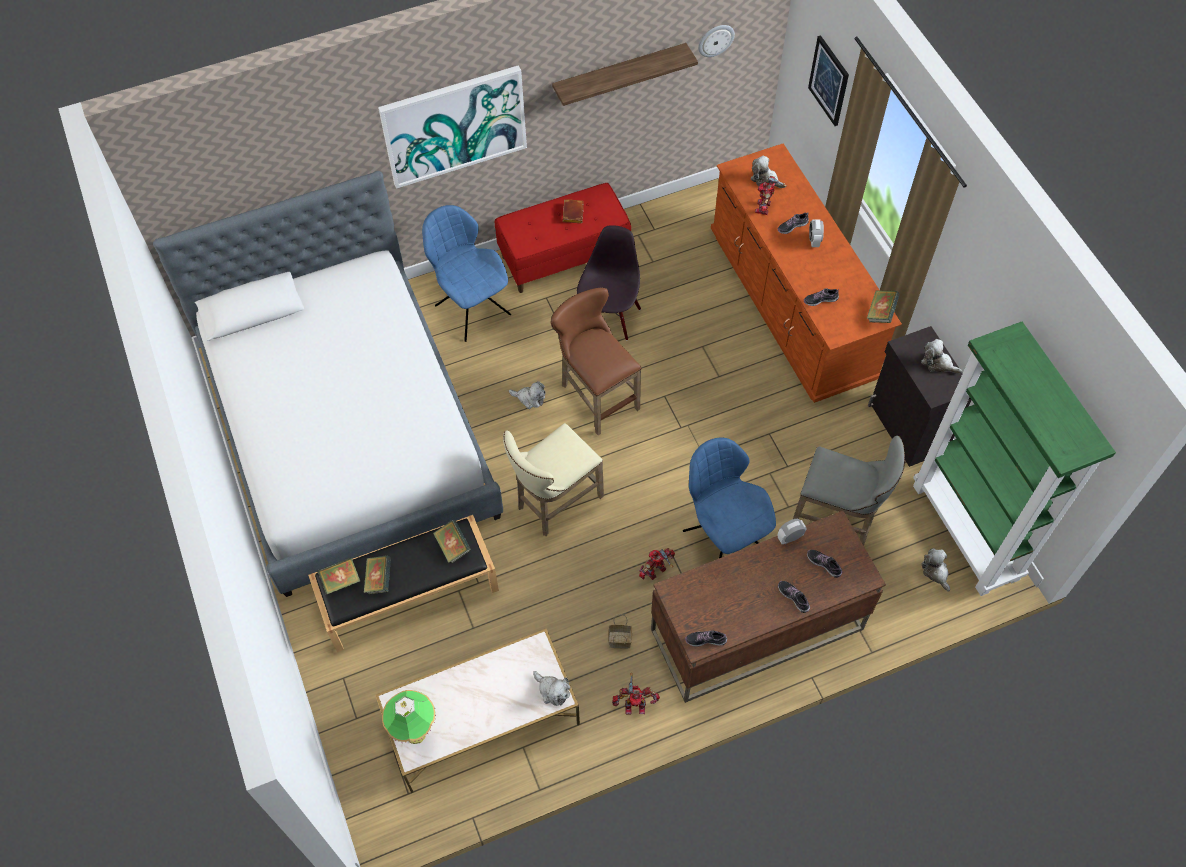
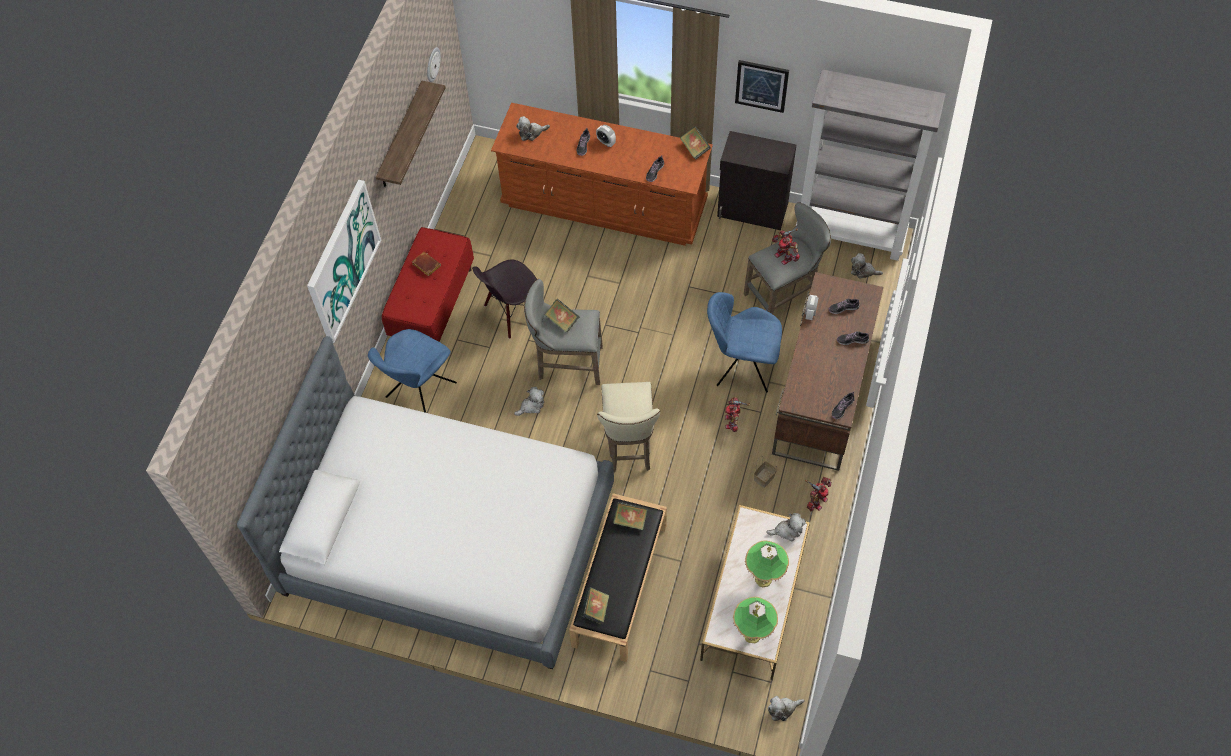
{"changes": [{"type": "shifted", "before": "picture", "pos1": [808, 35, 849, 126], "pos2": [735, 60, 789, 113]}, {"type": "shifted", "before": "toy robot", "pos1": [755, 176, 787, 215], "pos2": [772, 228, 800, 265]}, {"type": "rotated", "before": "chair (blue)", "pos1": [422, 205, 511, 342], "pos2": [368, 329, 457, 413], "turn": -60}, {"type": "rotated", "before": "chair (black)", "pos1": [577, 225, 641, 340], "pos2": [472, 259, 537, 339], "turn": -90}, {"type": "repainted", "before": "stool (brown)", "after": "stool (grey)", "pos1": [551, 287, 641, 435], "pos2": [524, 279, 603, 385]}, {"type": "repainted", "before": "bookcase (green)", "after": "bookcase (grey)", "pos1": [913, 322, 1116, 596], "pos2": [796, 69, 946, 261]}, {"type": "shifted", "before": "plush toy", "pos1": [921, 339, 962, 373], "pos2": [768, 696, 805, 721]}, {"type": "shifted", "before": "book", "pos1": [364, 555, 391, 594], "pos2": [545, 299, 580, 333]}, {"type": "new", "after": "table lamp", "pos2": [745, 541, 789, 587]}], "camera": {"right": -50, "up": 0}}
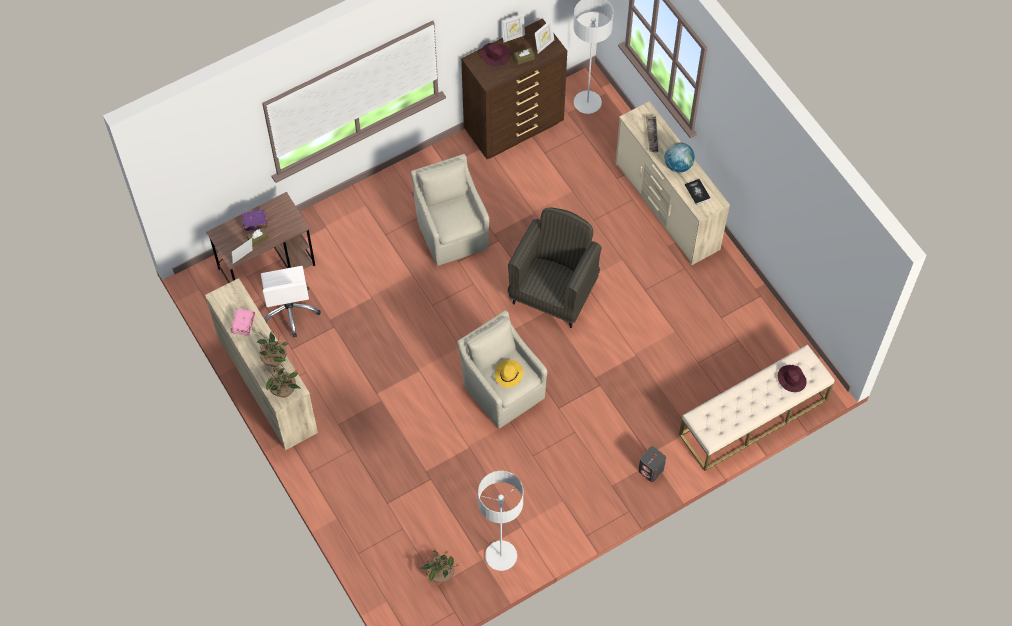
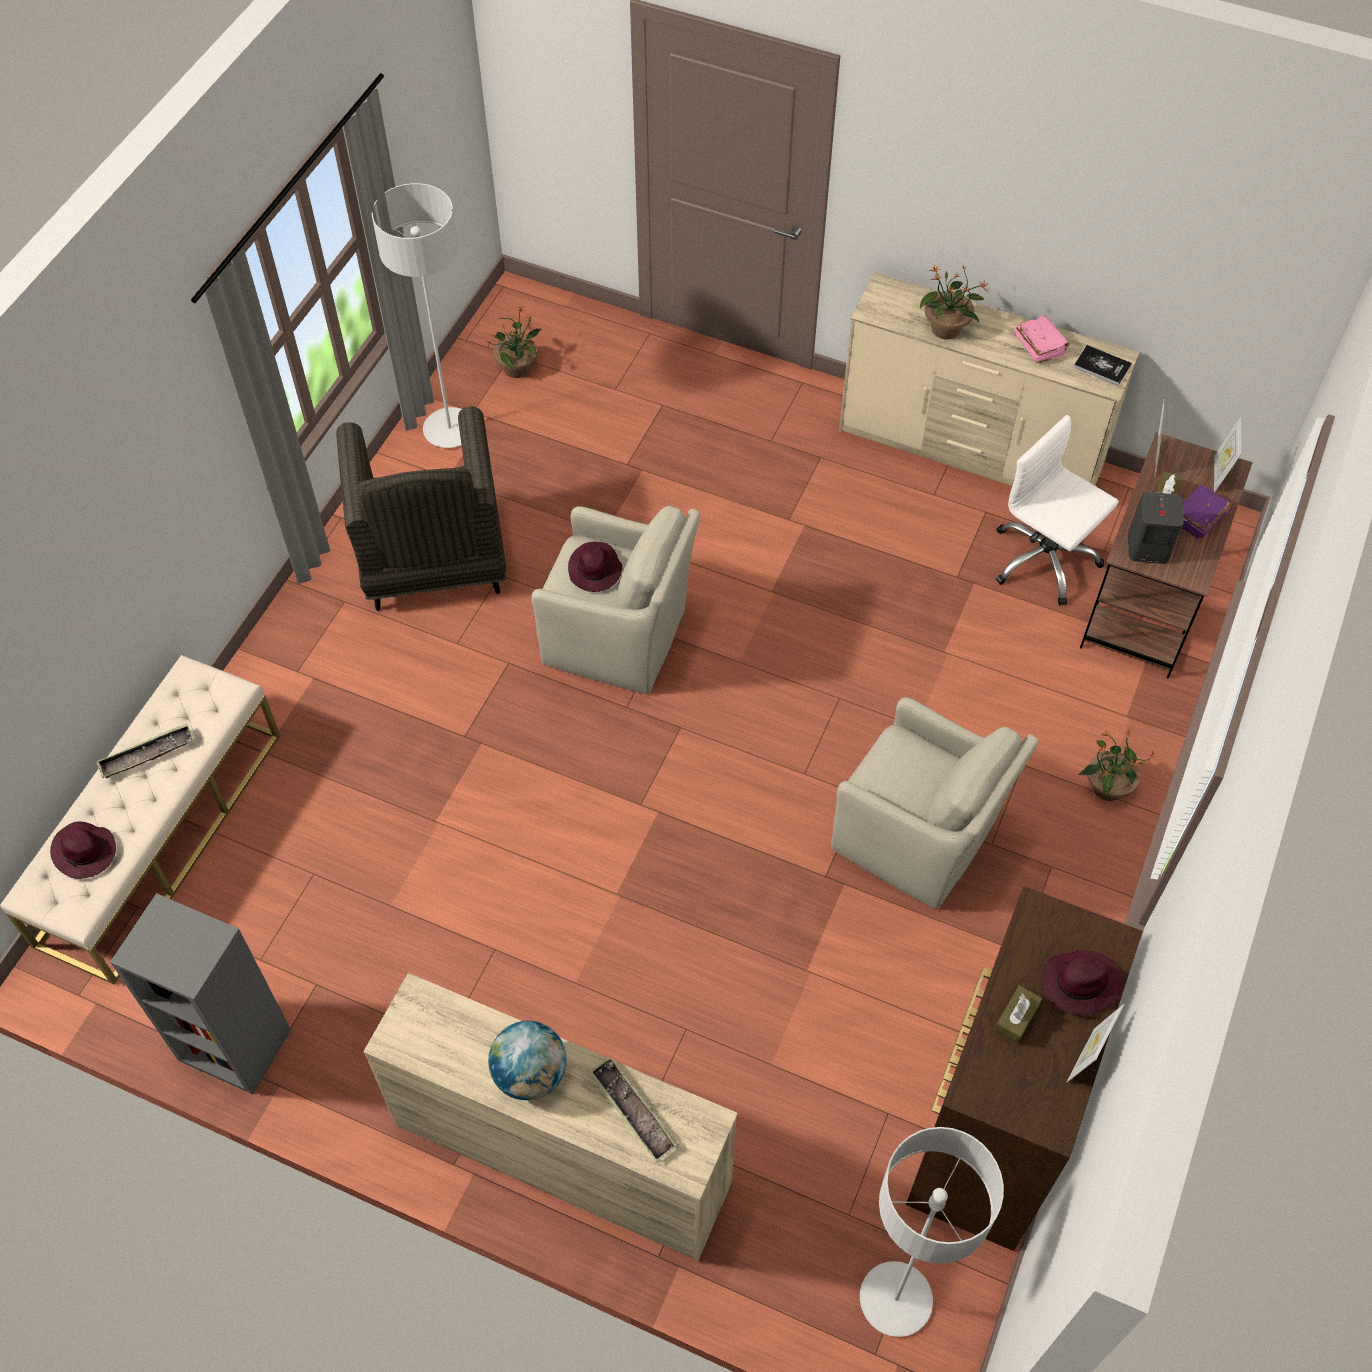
{"changes": [{"type": "shifted", "before": "picture frame", "pos1": [535, 19, 554, 53], "pos2": [1214, 417, 1241, 492]}, {"type": "shifted", "before": "book", "pos1": [685, 179, 711, 205], "pos2": [1074, 345, 1132, 386]}, {"type": "shifted", "before": "armchair (grey)", "pos1": [508, 208, 601, 328], "pos2": [336, 406, 506, 611]}, {"type": "repainted", "before": "hat (yellow)", "after": "hat (purple)", "pos1": [495, 360, 524, 388], "pos2": [568, 542, 622, 592]}, {"type": "shifted", "before": "potted plant", "pos1": [264, 364, 301, 398], "pos2": [1078, 729, 1156, 801]}, {"type": "shifted", "before": "speaker (grey)", "pos1": [638, 446, 666, 482], "pos2": [1128, 492, 1184, 564]}, {"type": "new", "after": "tray", "pos2": [96, 723, 194, 778]}, {"type": "new", "after": "bookcase (grey)", "pos2": [110, 893, 291, 1094]}], "camera": {"right": 145, "up": -5}}
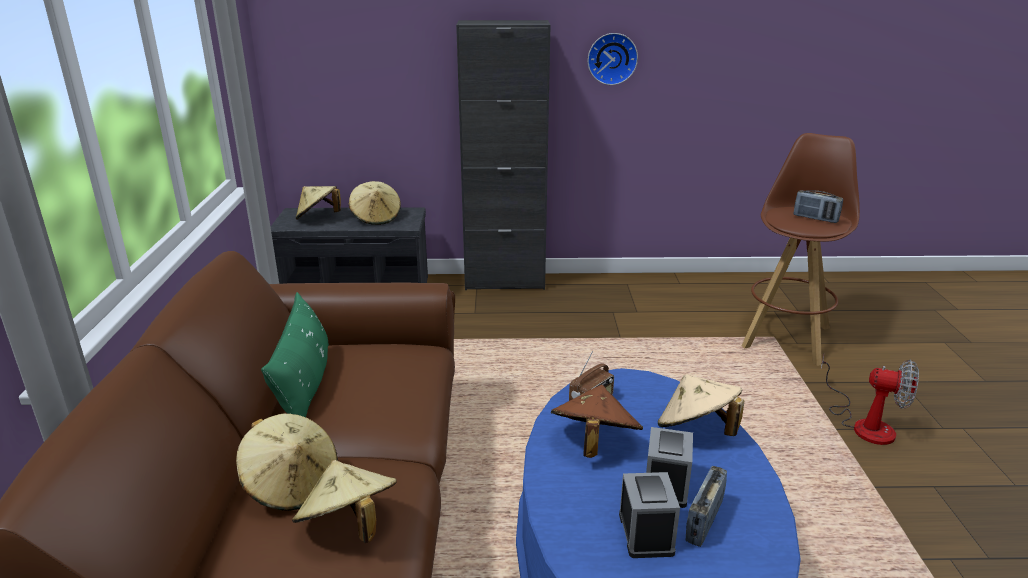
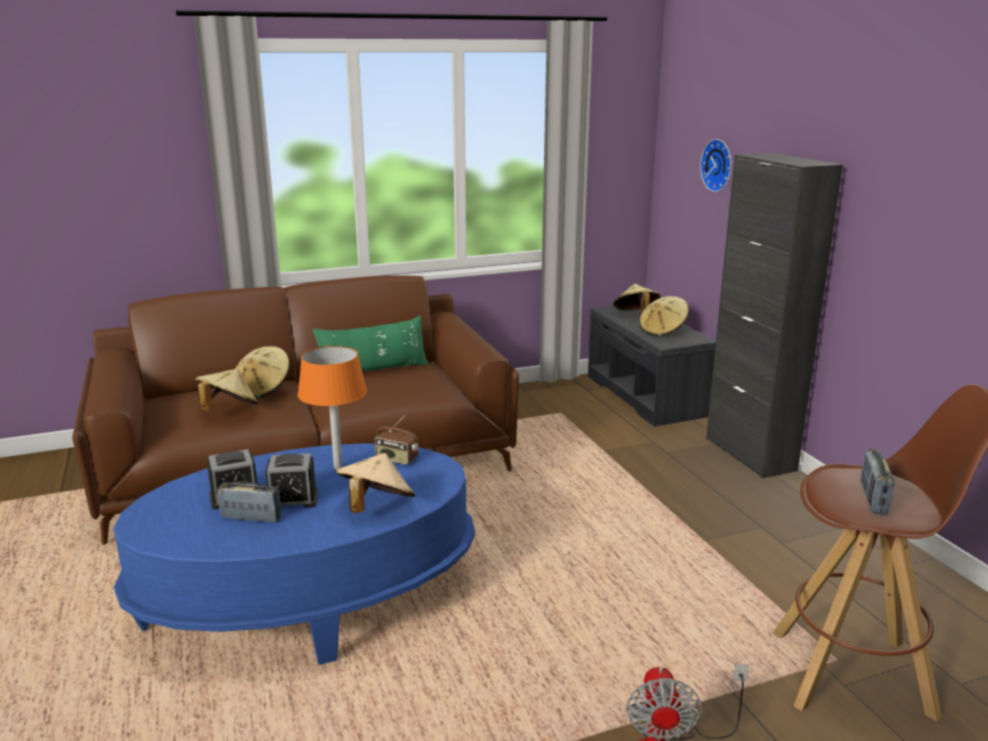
{"changes": [{"type": "shifted", "before": "wall clock", "pos1": [588, 33, 638, 85], "pos2": [700, 139, 731, 192]}, {"type": "swapped", "before": "hat (brown)", "after": "table lamp (orange)", "pos1": [551, 385, 643, 458], "pos2": [298, 346, 367, 469]}], "camera": {"right": 70, "up": -5}}
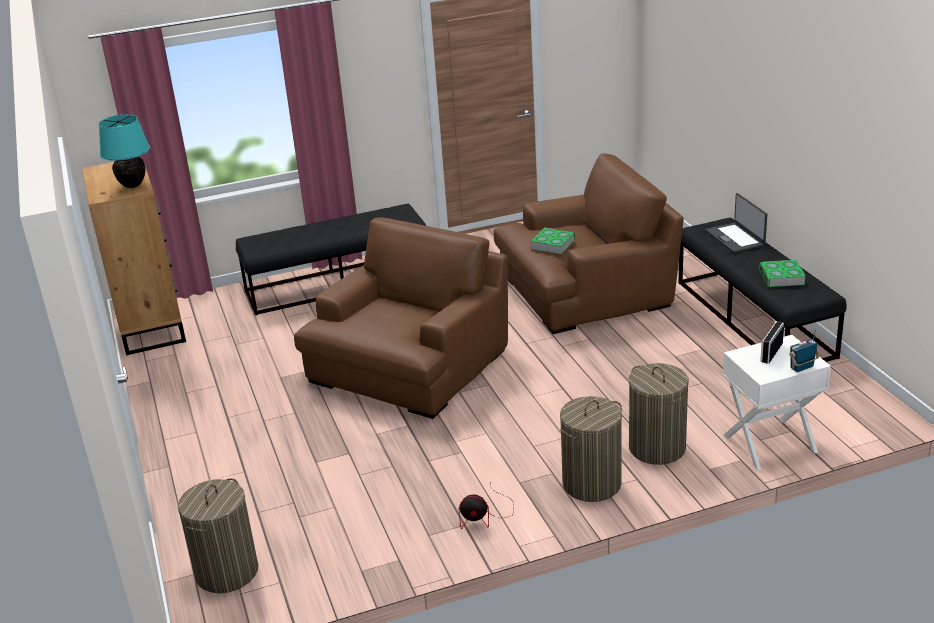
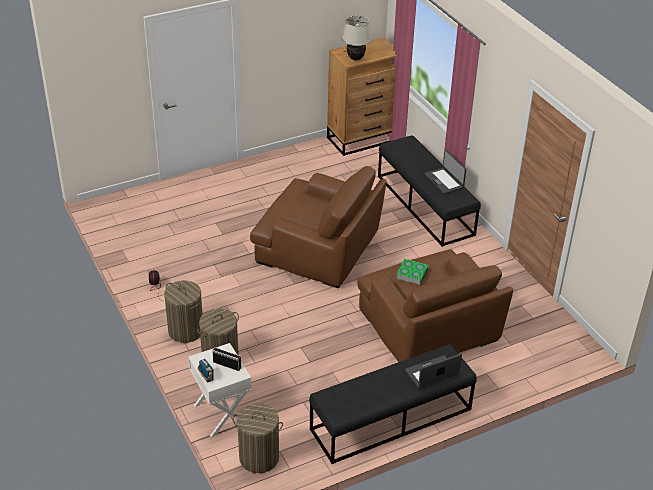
{"changes": [{"type": "repainted", "before": "table lamp (turquoise)", "after": "table lamp (beige)", "pos1": [99, 114, 150, 188], "pos2": [342, 15, 372, 61]}, {"type": "gone", "before": "book", "pos1": [759, 260, 806, 287]}, {"type": "shifted", "before": "laundry basket", "pos1": [178, 478, 258, 593], "pos2": [233, 404, 283, 473]}, {"type": "new", "after": "laptop", "pos2": [424, 149, 466, 194]}], "camera": {"right": 80, "up": 10}}
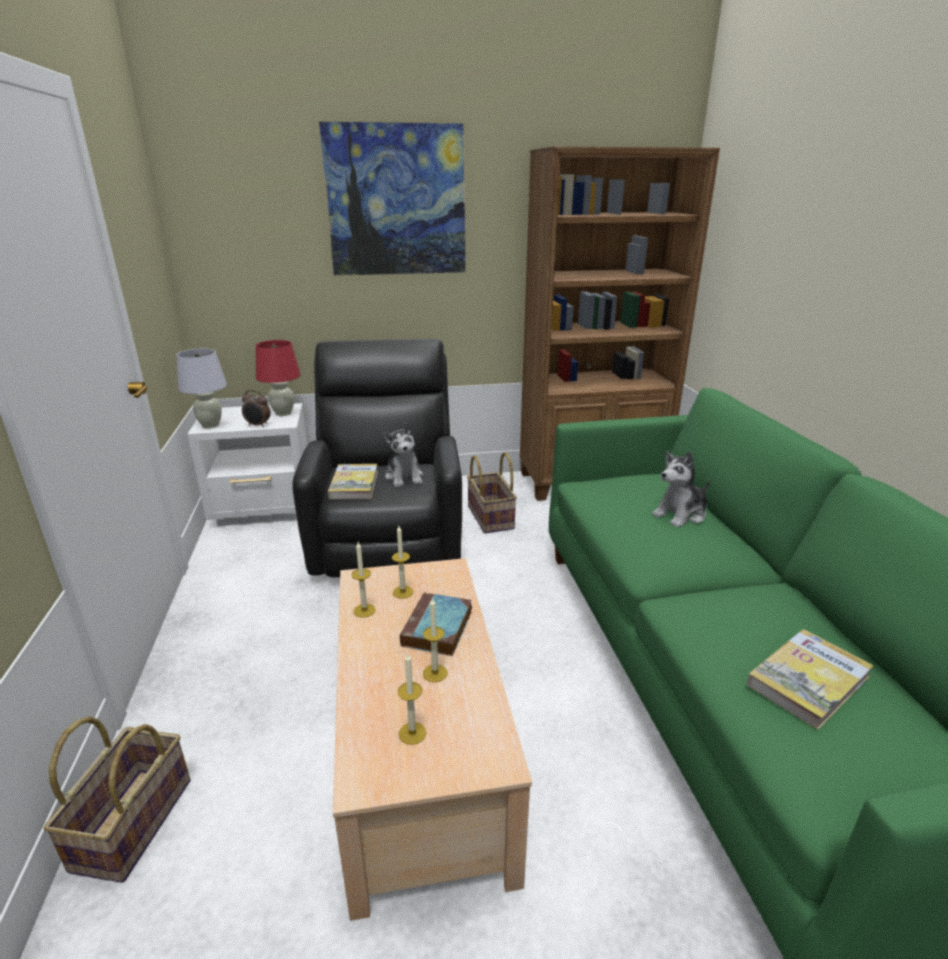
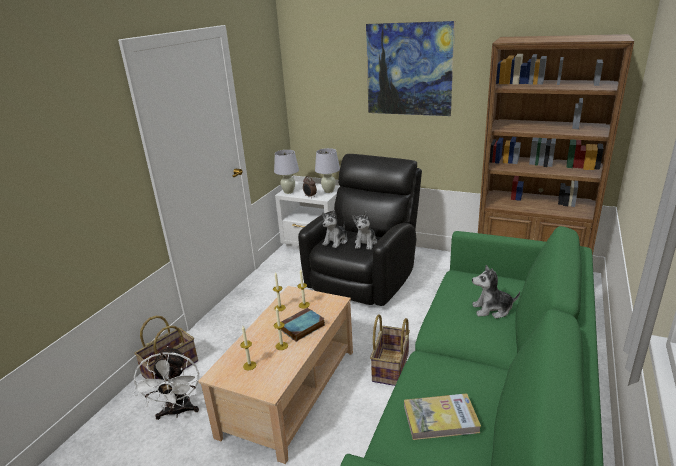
{"changes": [{"type": "repainted", "before": "table lamp (red)", "after": "table lamp (white)", "pos1": [256, 340, 300, 416], "pos2": [315, 148, 340, 193]}, {"type": "shifted", "before": "basket", "pos1": [467, 452, 517, 533], "pos2": [370, 315, 410, 386]}, {"type": "swapped", "before": "book", "after": "plush toy", "pos1": [328, 464, 378, 499], "pos2": [322, 210, 347, 248]}, {"type": "new", "after": "fan (white)", "pos2": [133, 346, 199, 420]}], "camera": {"right": 35, "up": 0}}
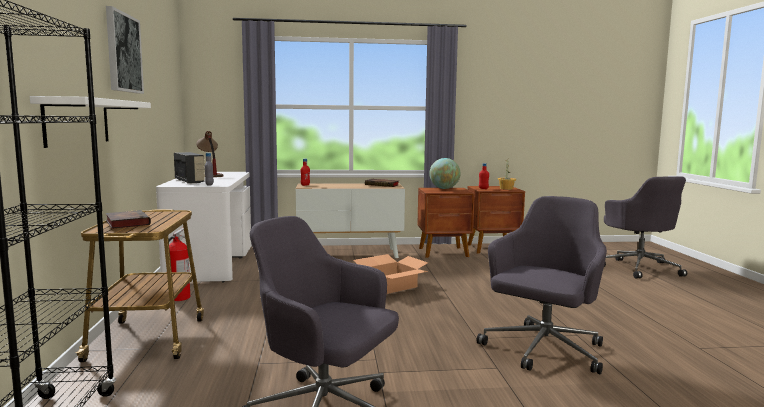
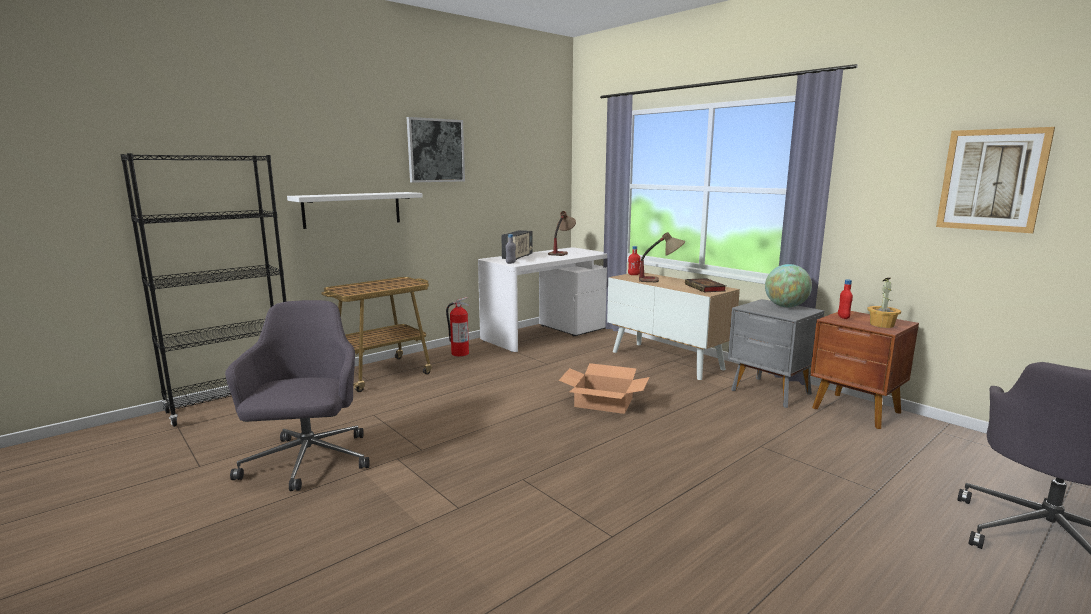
{"changes": [{"type": "repainted", "before": "nightstand (brown)", "after": "nightstand (grey)", "pos1": [418, 188, 475, 258], "pos2": [728, 299, 824, 408]}, {"type": "gone", "before": "office chair (grey)", "pos1": [477, 196, 607, 375]}, {"type": "gone", "before": "book", "pos1": [106, 210, 151, 229]}, {"type": "new", "after": "picture", "pos2": [936, 127, 1055, 233]}, {"type": "new", "after": "table lamp", "pos2": [639, 232, 685, 282]}], "camera": {"right": 55, "up": 5}}
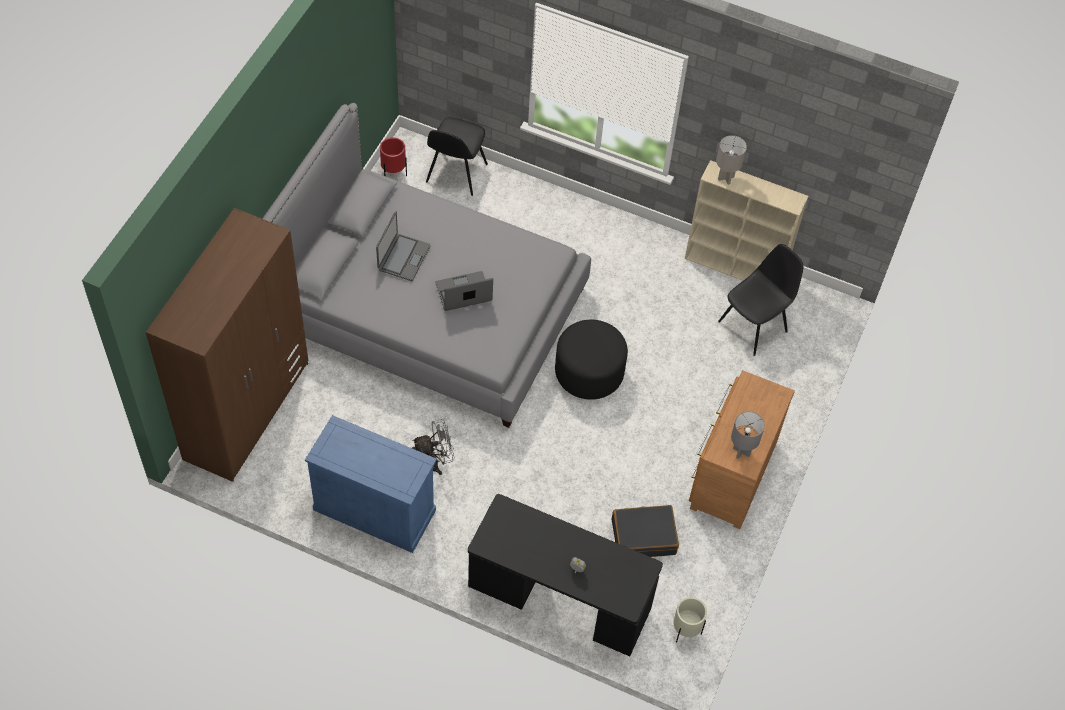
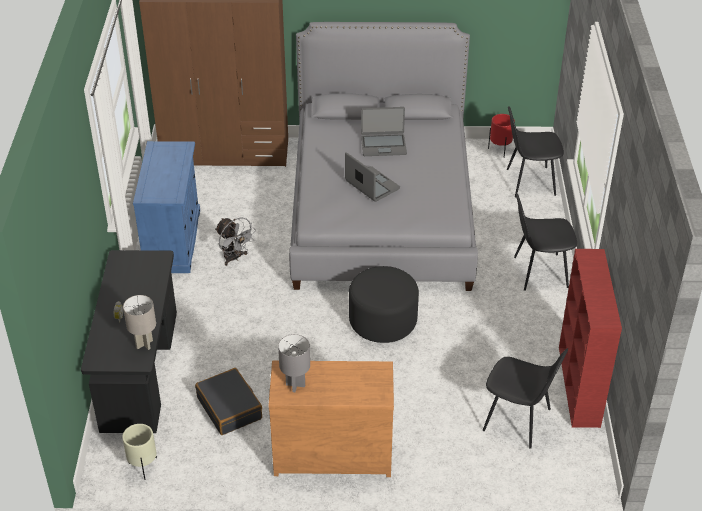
{"changes": [{"type": "shifted", "before": "table lamp (grey)", "pos1": [716, 135, 747, 185], "pos2": [123, 295, 156, 350]}, {"type": "repainted", "before": "bookcase (beige)", "after": "bookcase (red)", "pos1": [685, 160, 808, 281], "pos2": [559, 249, 622, 428]}, {"type": "new", "after": "chair (black)", "pos2": [514, 193, 577, 291]}], "camera": {"right": 70, "up": -15}}
